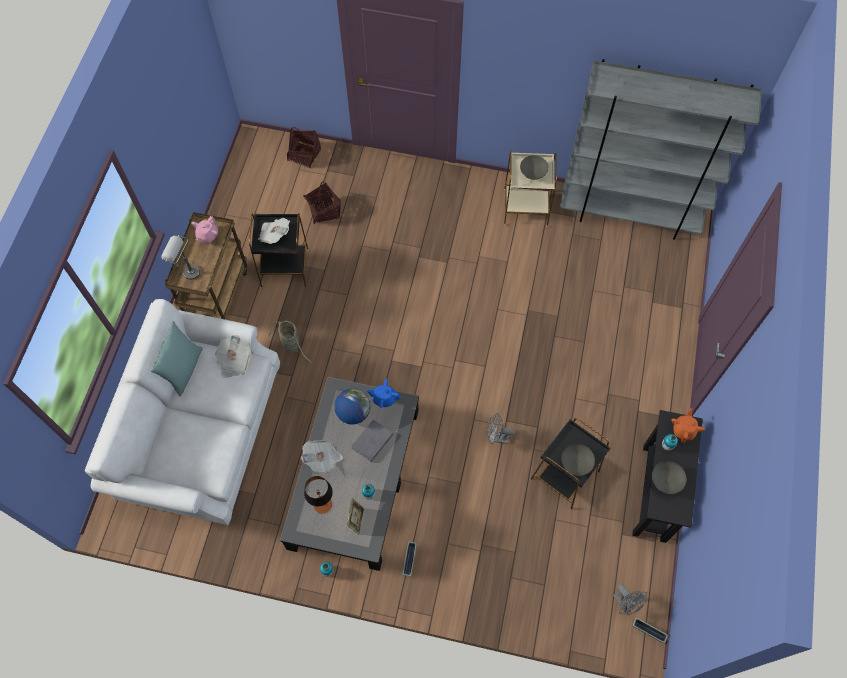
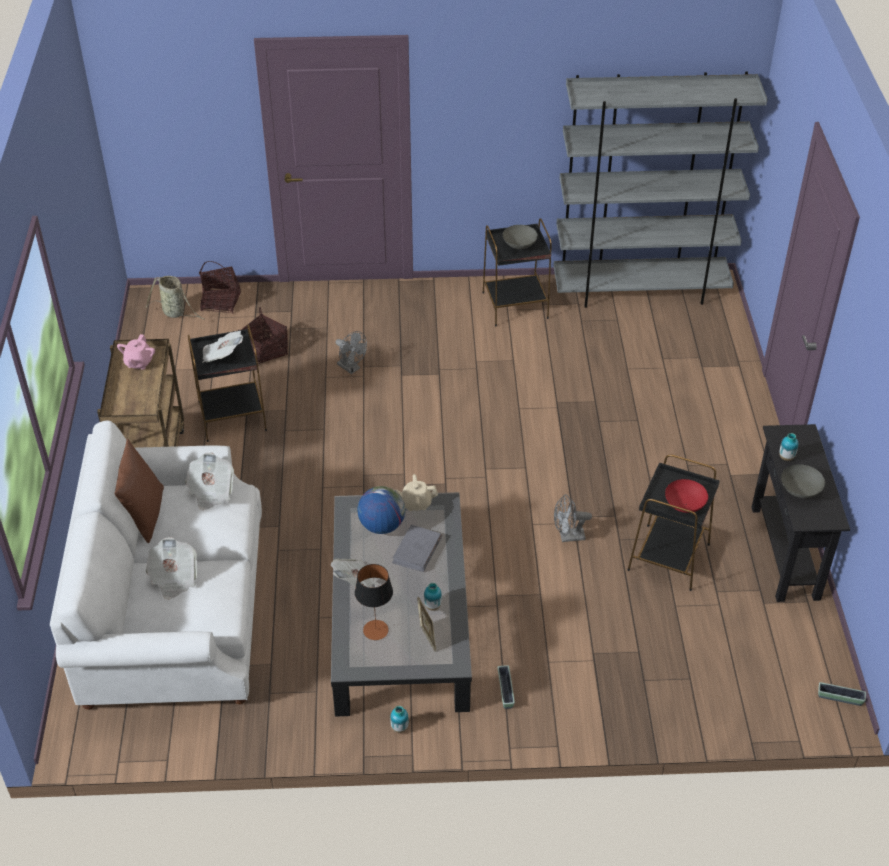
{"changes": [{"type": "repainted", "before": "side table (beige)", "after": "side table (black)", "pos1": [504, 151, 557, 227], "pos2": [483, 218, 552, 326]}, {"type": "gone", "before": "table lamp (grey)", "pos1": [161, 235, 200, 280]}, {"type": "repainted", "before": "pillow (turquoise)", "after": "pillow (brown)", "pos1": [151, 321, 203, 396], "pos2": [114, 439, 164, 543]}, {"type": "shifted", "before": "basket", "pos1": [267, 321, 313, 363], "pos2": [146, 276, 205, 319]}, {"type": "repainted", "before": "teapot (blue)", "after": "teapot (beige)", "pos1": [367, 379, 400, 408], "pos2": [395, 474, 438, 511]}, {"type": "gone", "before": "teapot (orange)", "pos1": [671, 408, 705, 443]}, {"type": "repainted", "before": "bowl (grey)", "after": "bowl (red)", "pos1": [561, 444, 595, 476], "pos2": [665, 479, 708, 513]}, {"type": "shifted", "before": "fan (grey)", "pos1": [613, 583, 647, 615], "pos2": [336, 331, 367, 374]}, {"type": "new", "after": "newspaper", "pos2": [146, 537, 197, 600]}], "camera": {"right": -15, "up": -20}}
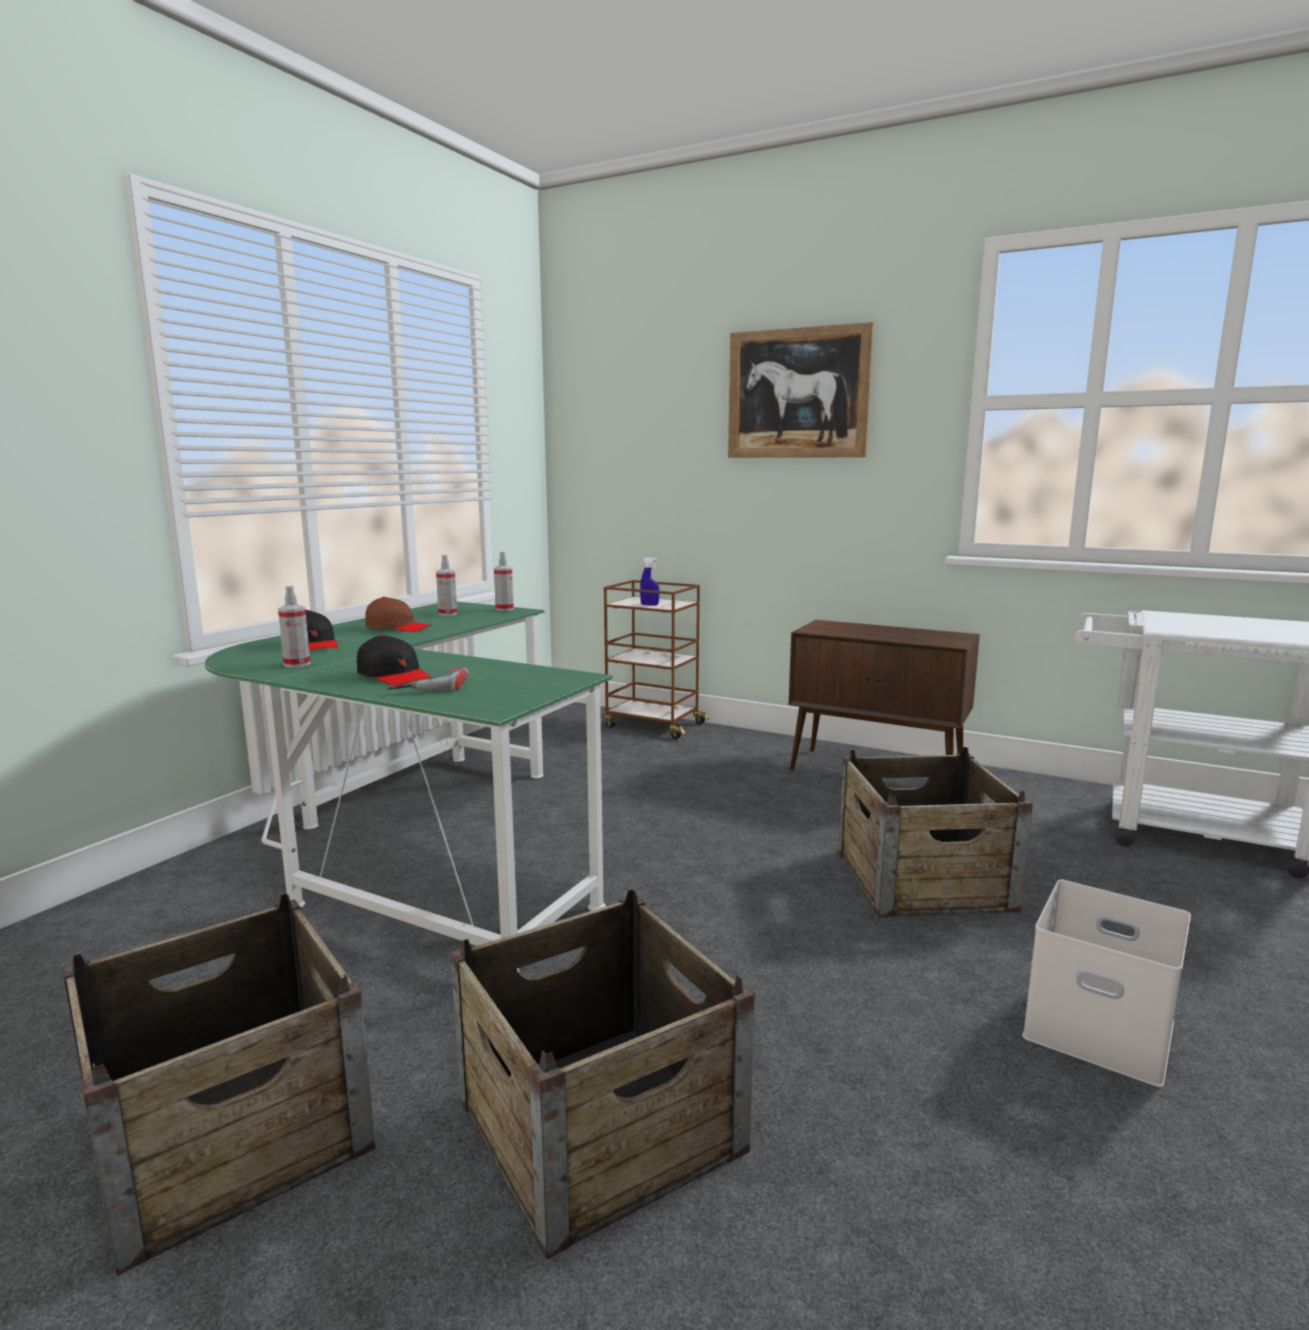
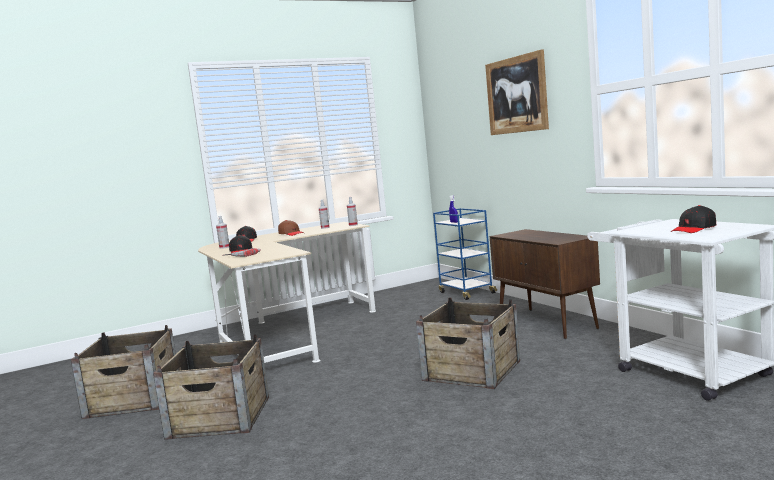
{"changes": [{"type": "repainted", "before": "cart (brown)", "after": "cart (blue)", "pos1": [603, 580, 709, 739], "pos2": [433, 208, 497, 300]}, {"type": "repainted", "before": "desk (green)", "after": "desk (beige)", "pos1": [205, 602, 613, 973], "pos2": [198, 222, 376, 363]}, {"type": "gone", "before": "storage box (white)", "pos1": [1022, 880, 1191, 1087]}, {"type": "new", "after": "cap (black)", "pos2": [671, 205, 716, 233]}], "camera": {"right": 35, "up": -5}}
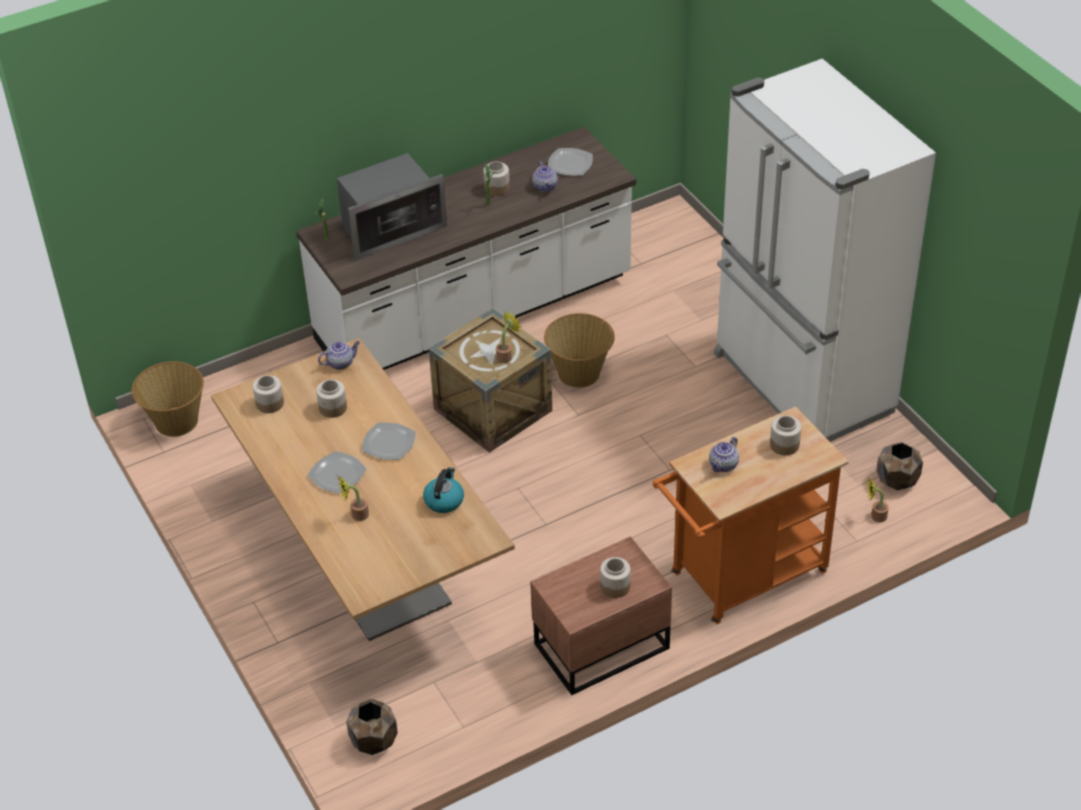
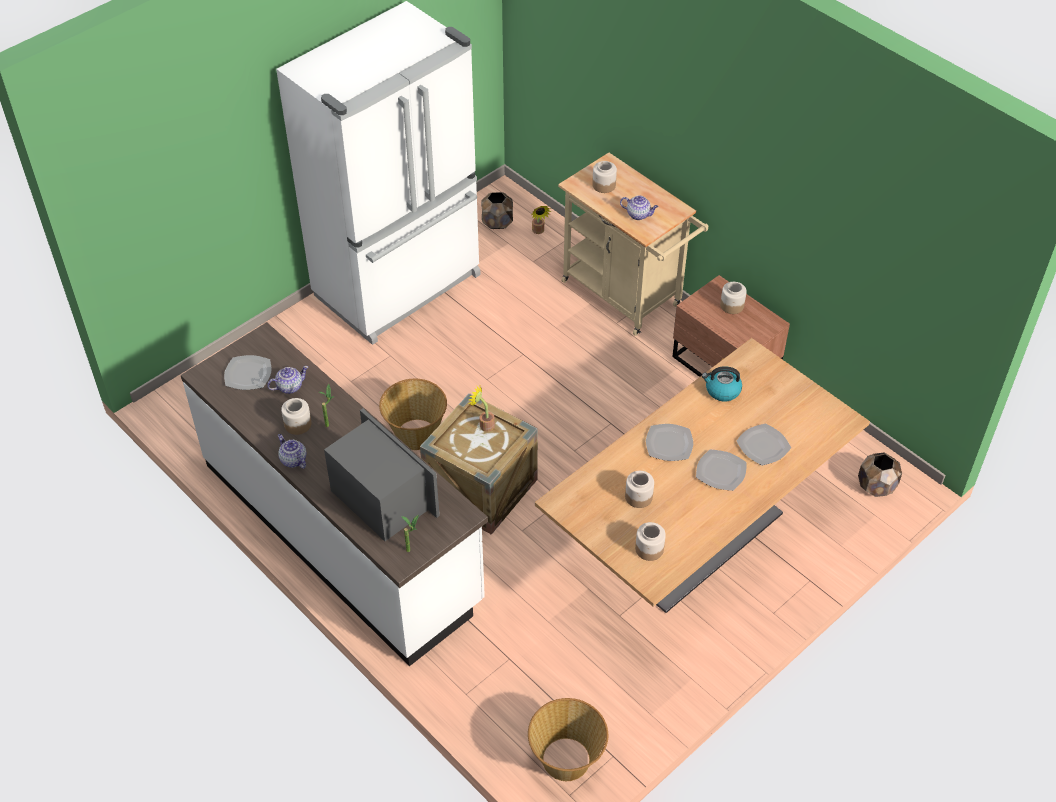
{"changes": [{"type": "shifted", "before": "teapot", "pos1": [318, 341, 360, 370], "pos2": [278, 434, 306, 468]}, {"type": "repainted", "before": "cart (orange)", "after": "cart (beige)", "pos1": [653, 406, 849, 624], "pos2": [558, 153, 708, 336]}, {"type": "swapped", "before": "potted plant", "after": "plate", "pos1": [337, 476, 369, 521], "pos2": [736, 423, 791, 465]}], "camera": {"right": -105, "up": 5}}
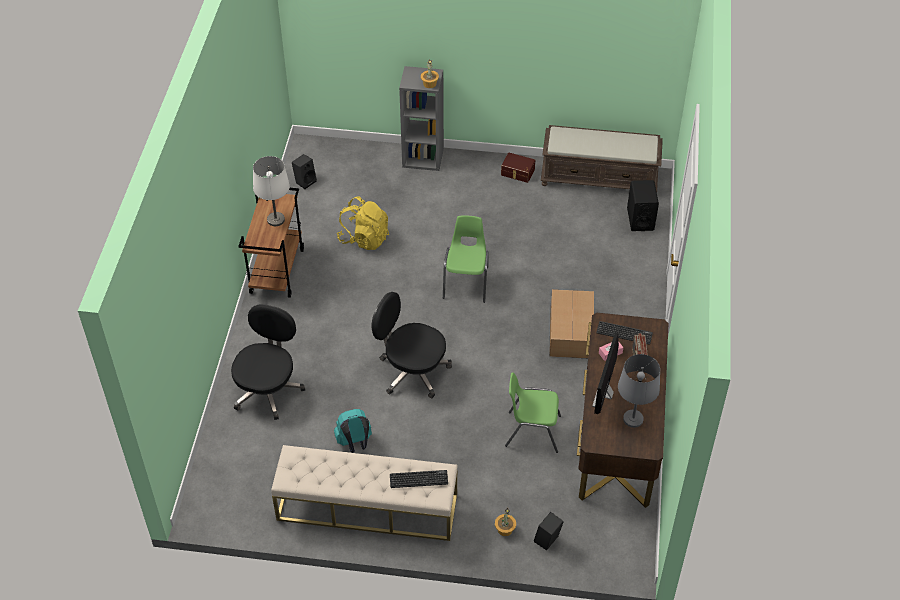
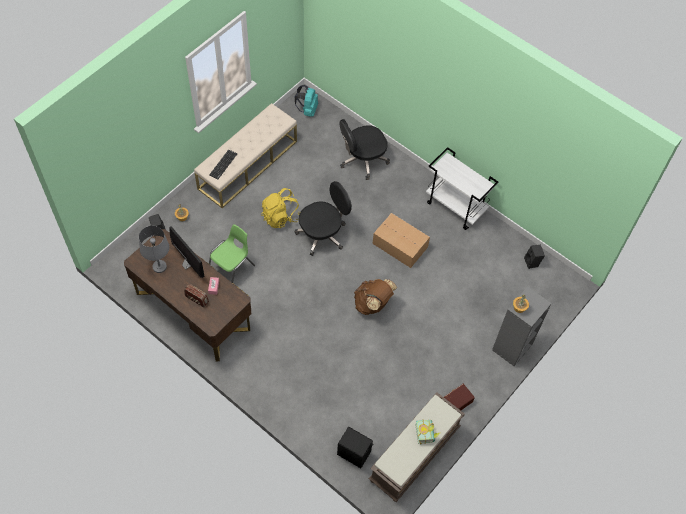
{"changes": [{"type": "gone", "before": "table lamp (white)", "pos1": [253, 156, 290, 226]}, {"type": "repainted", "before": "cart (brown)", "after": "cart (white)", "pos1": [238, 188, 304, 298], "pos2": [426, 147, 498, 230]}, {"type": "shifted", "before": "backpack (yellow)", "pos1": [337, 196, 389, 250], "pos2": [261, 188, 300, 228]}, {"type": "swapped", "before": "chair (green)", "after": "backpack (brown)", "pos1": [443, 215, 489, 303], "pos2": [354, 279, 397, 315]}, {"type": "shifted", "before": "cardboard box", "pos1": [549, 289, 594, 358], "pos2": [373, 213, 430, 268]}, {"type": "rotated", "before": "office chair (black)", "pos1": [231, 304, 305, 420], "pos2": [339, 119, 390, 180], "turn": 105}, {"type": "gone", "before": "keyboard", "pos1": [596, 321, 653, 345]}, {"type": "shifted", "before": "backpack (turquoise)", "pos1": [334, 409, 372, 453], "pos2": [295, 85, 318, 117]}, {"type": "new", "after": "book", "pos2": [415, 419, 440, 444]}], "camera": {"right": 120, "up": 10}}
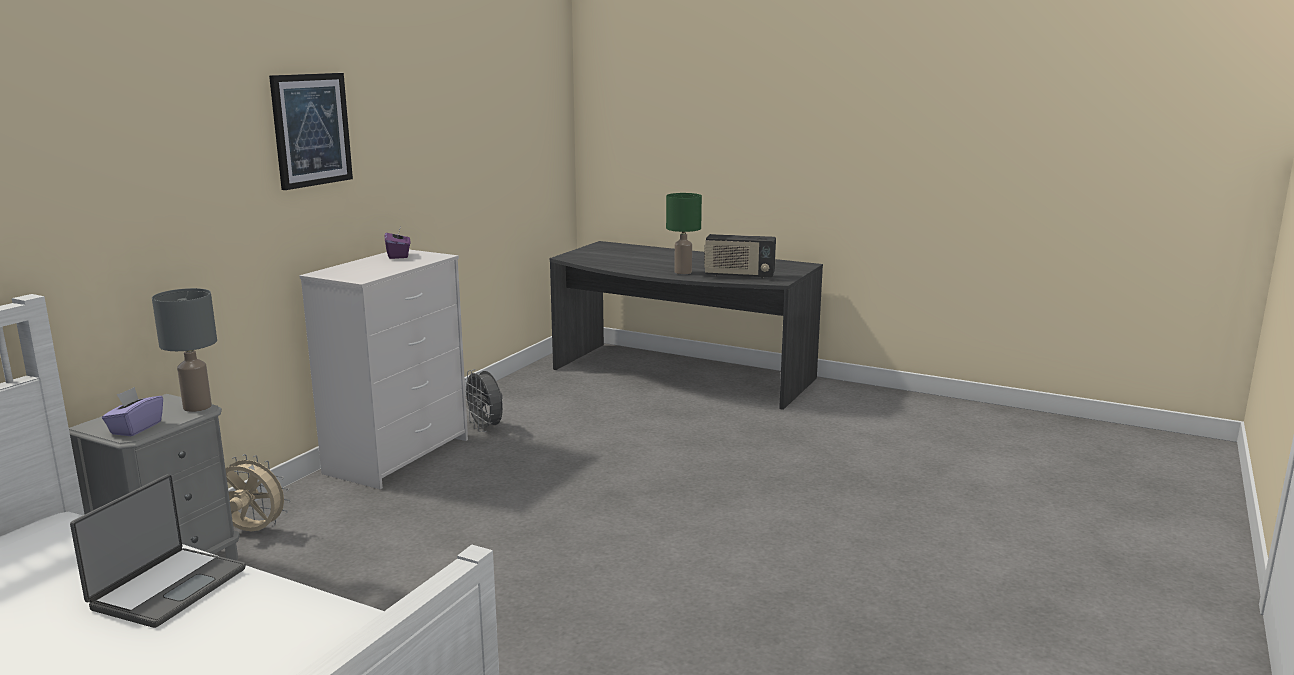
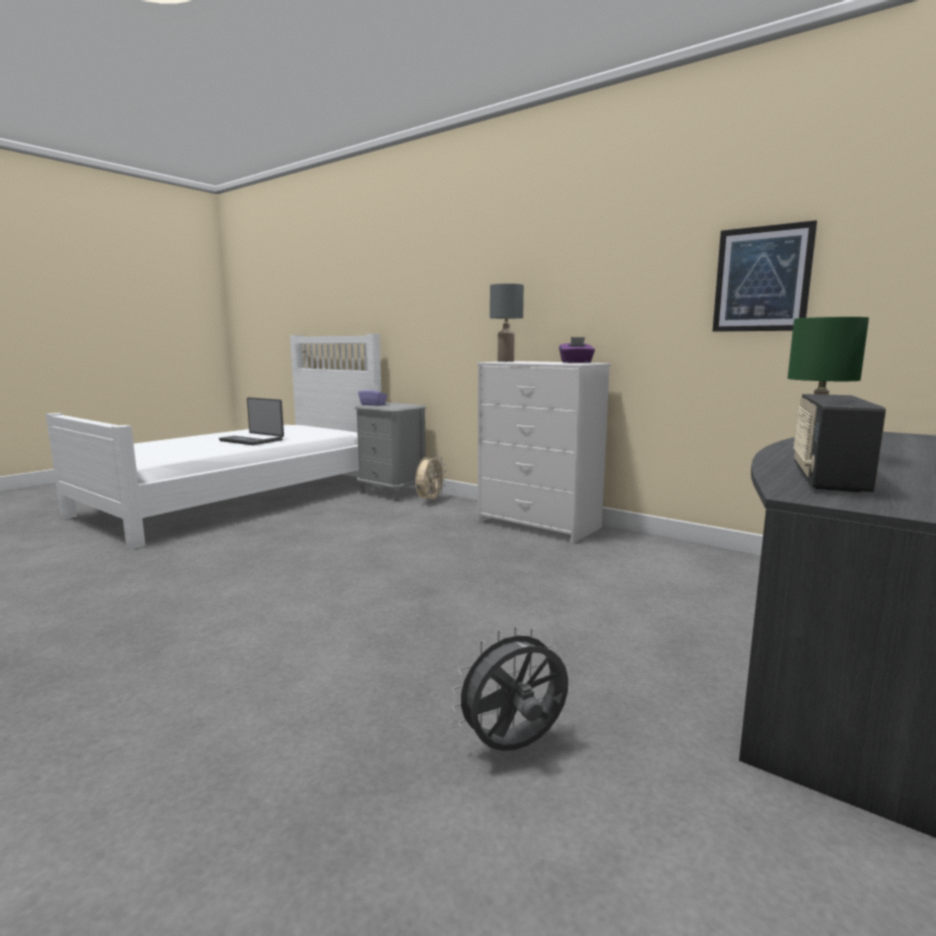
{"changes": [{"type": "shifted", "before": "picture", "pos1": [269, 73, 353, 190], "pos2": [712, 220, 817, 332]}, {"type": "shifted", "before": "table lamp (grey)", "pos1": [152, 288, 217, 412], "pos2": [490, 284, 524, 362]}, {"type": "shifted", "before": "fan (grey)", "pos1": [465, 369, 503, 432], "pos2": [452, 626, 568, 751]}], "camera": {"right": 100, "up": -5}}
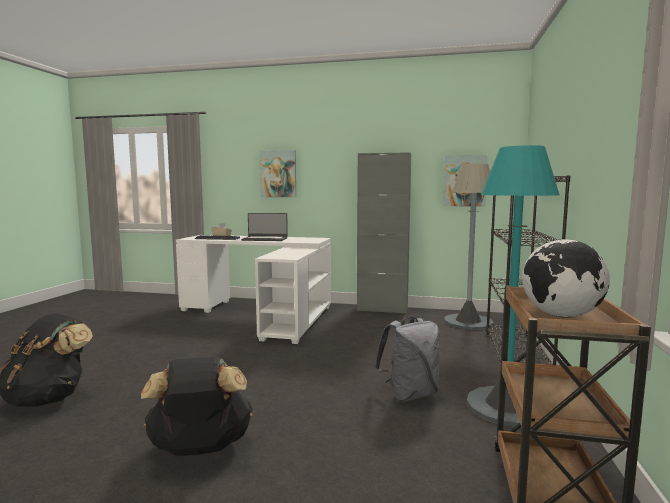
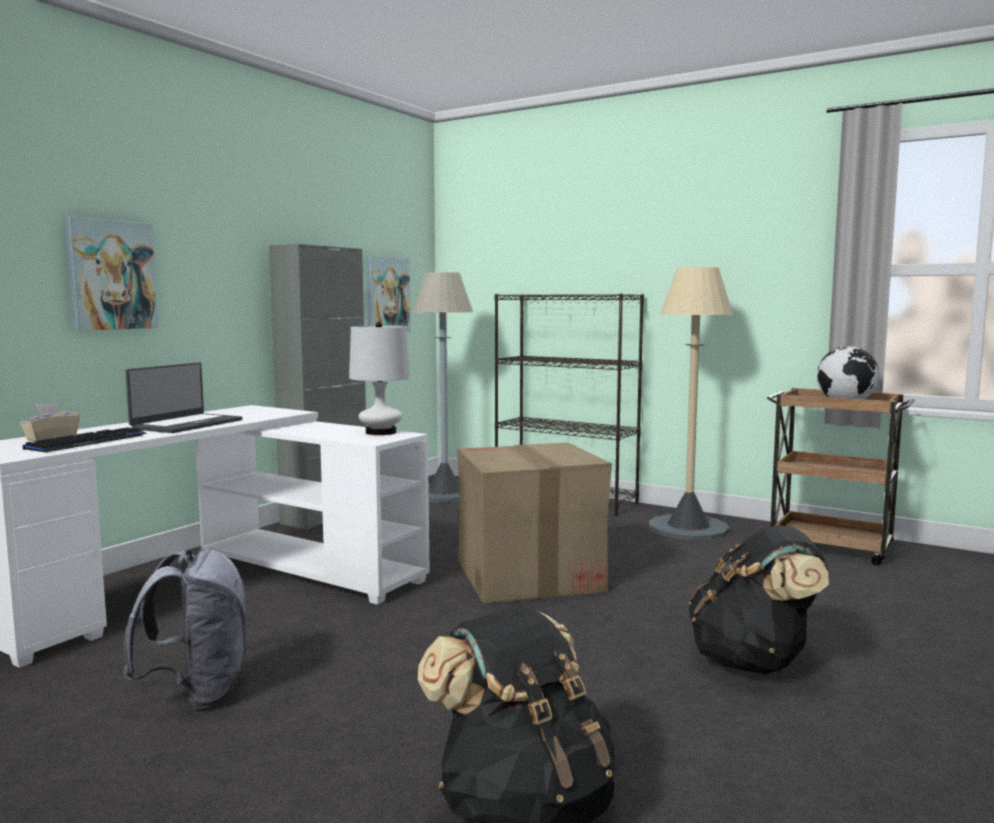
{"changes": [{"type": "repainted", "before": "floor lamp (turquoise)", "after": "floor lamp (beige)", "pos1": [467, 145, 560, 428], "pos2": [649, 267, 733, 540]}, {"type": "shifted", "before": "backpack (grey)", "pos1": [374, 317, 440, 402], "pos2": [123, 549, 246, 709]}, {"type": "new", "after": "table lamp (white)", "pos2": [349, 322, 410, 435]}, {"type": "new", "after": "cardboard box", "pos2": [457, 443, 612, 603]}], "camera": {"right": -70, "up": 0}}
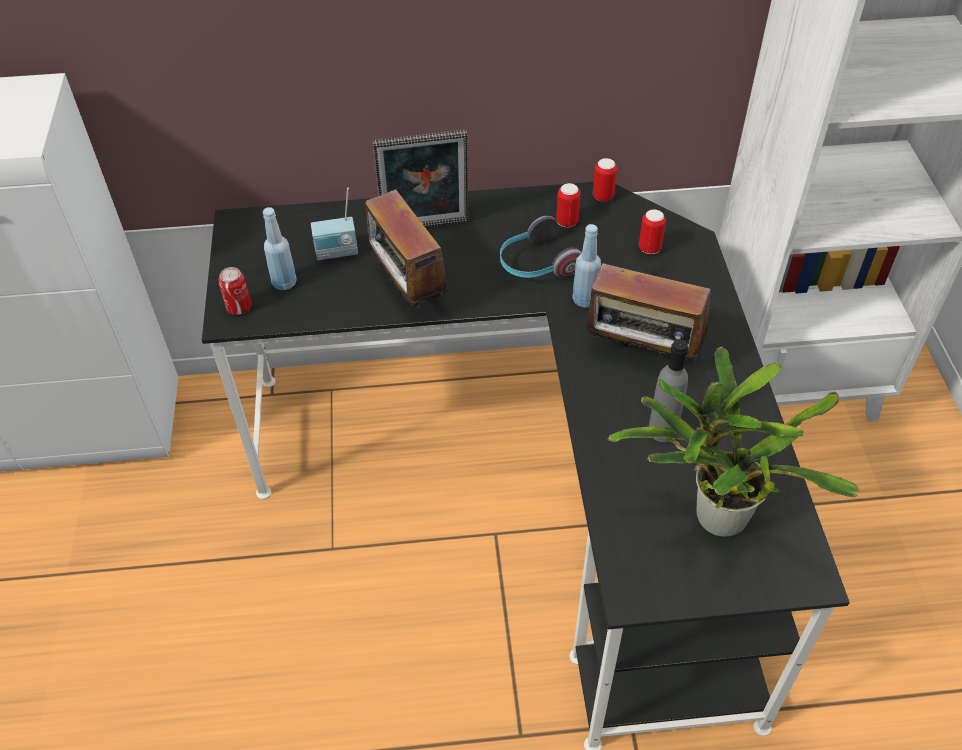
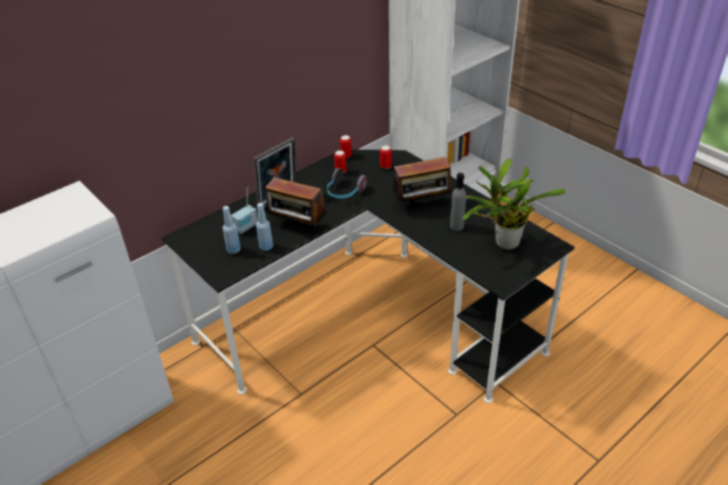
{"changes": [{"type": "shifted", "before": "bottle (blue)", "pos1": [572, 224, 601, 308], "pos2": [256, 203, 273, 251]}, {"type": "gone", "before": "can", "pos1": [218, 267, 251, 315]}], "camera": {"right": -35, "up": -10}}
